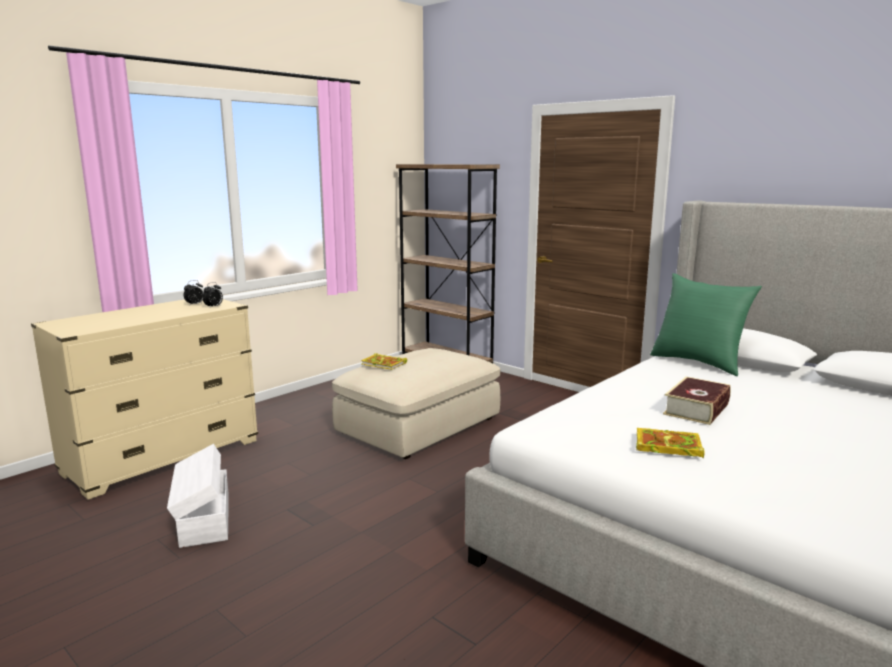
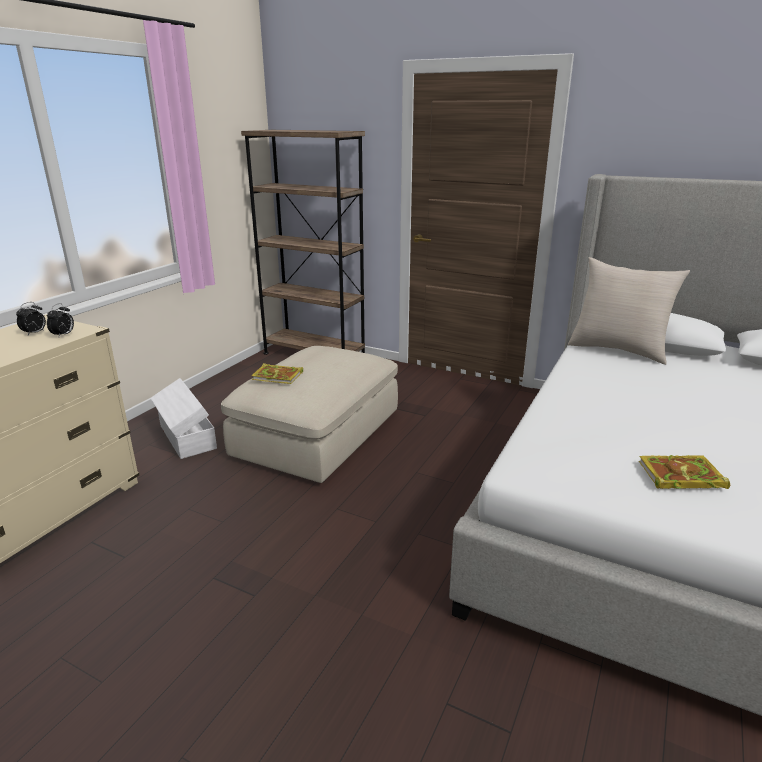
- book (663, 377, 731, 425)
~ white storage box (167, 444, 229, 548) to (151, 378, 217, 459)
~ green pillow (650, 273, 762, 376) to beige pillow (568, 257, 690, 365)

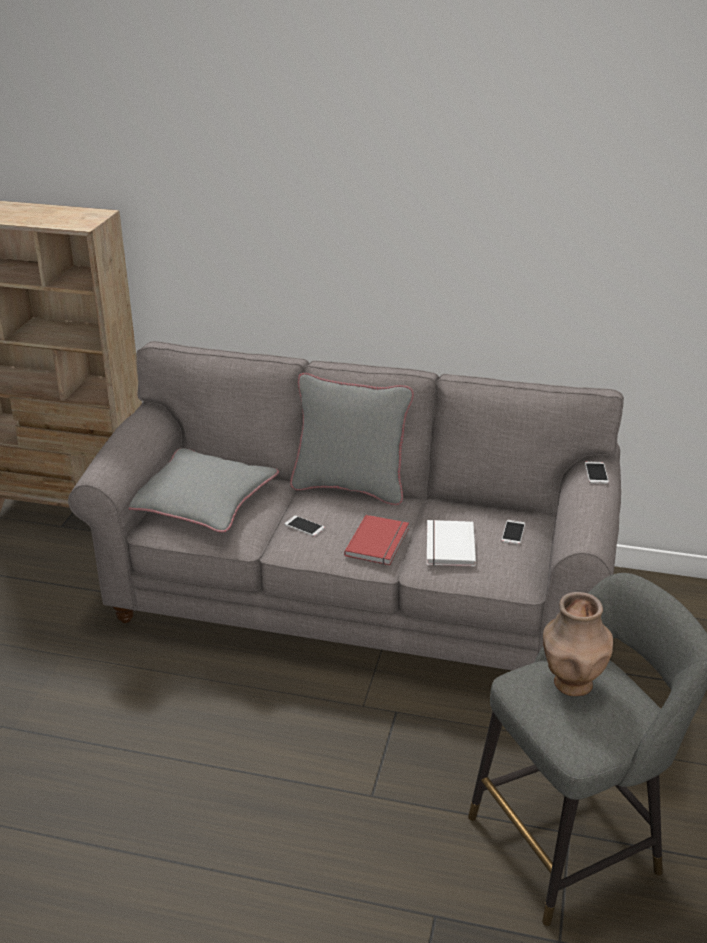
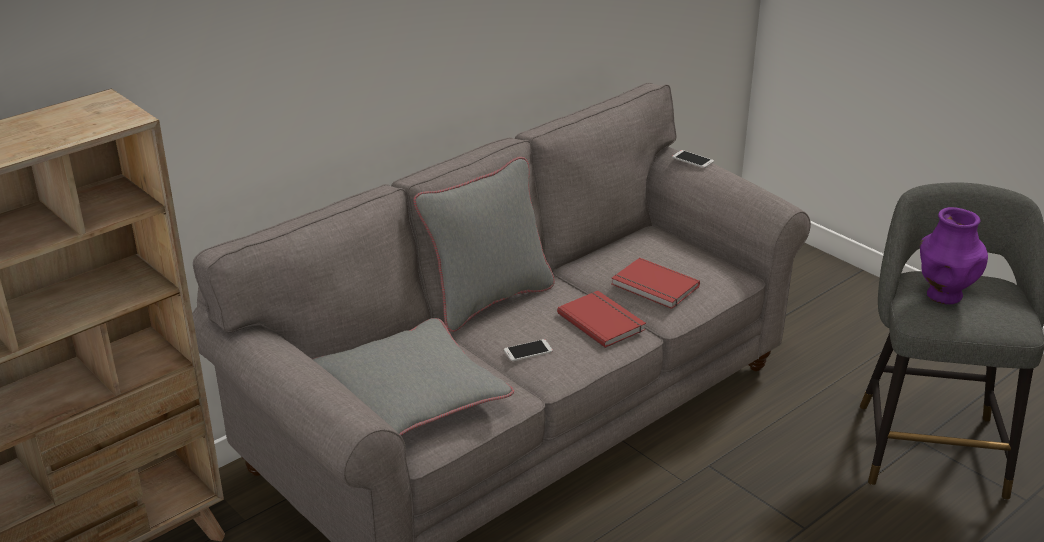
- phone (501, 520, 525, 545)
~ white book (427, 520, 476, 567) to red book (611, 258, 700, 309)
~ brown vase (543, 592, 613, 696) to purple vase (920, 207, 988, 304)

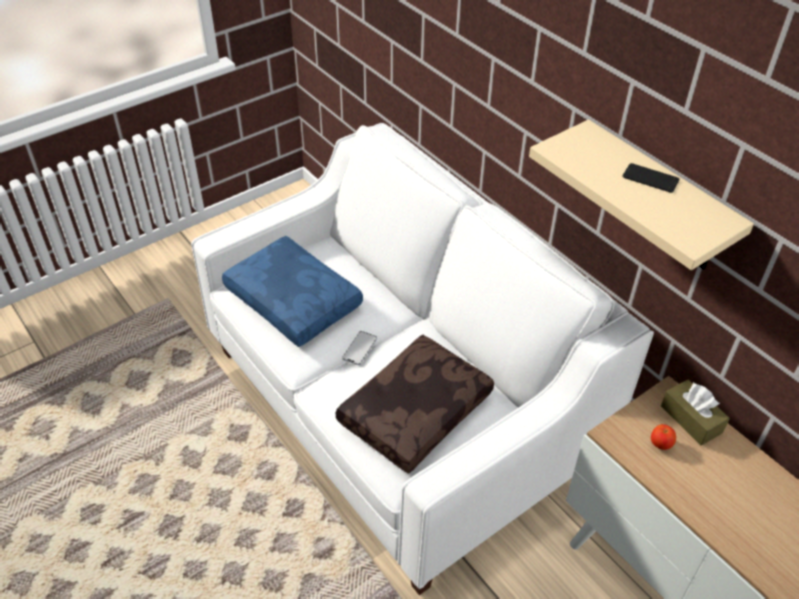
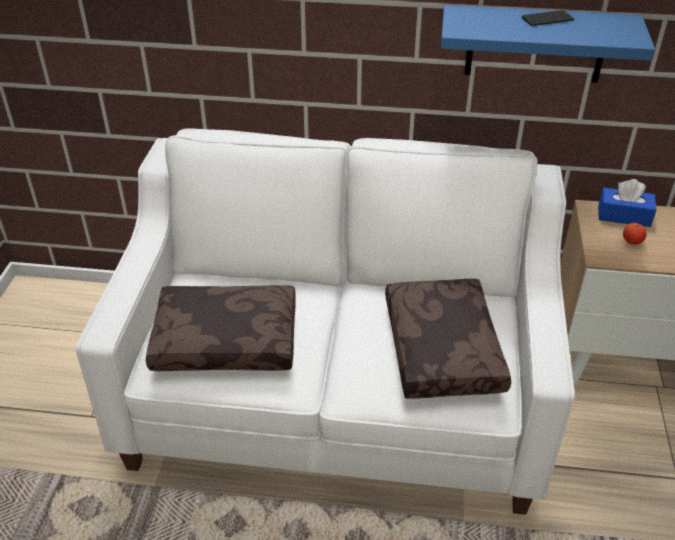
- phone (342, 331, 377, 365)
~ blue pillow (222, 236, 363, 347) to brown pillow (146, 285, 296, 371)
~ beige shelf (529, 119, 754, 270) to blue shelf (441, 5, 655, 83)
~ brown tissue box (661, 380, 730, 446) to blue tissue box (598, 179, 657, 227)

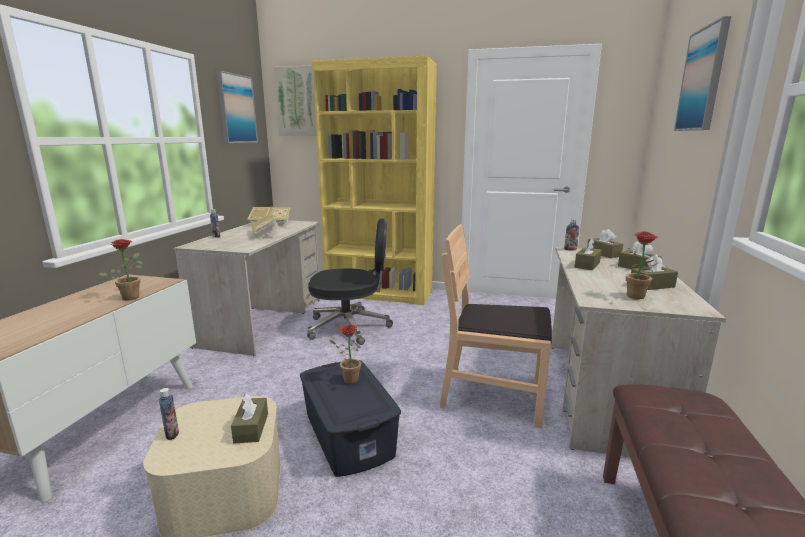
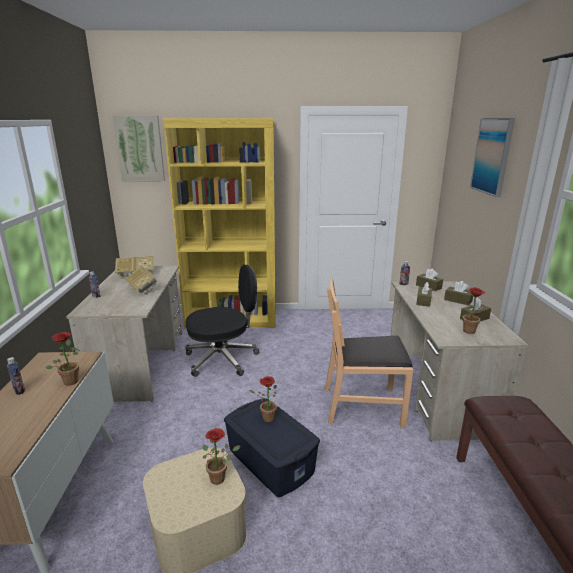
- picture (217, 70, 258, 143)
~ bottle (159, 388, 179, 440) to (7, 357, 25, 395)
~ brown tissue box (231, 393, 268, 443) to potted plant (203, 428, 240, 485)

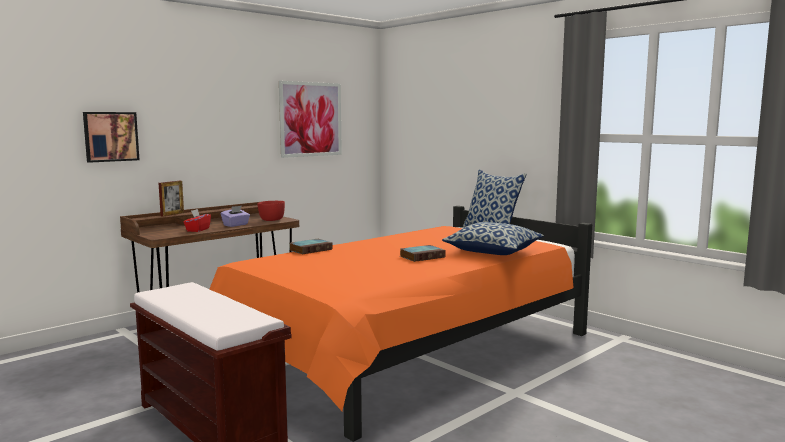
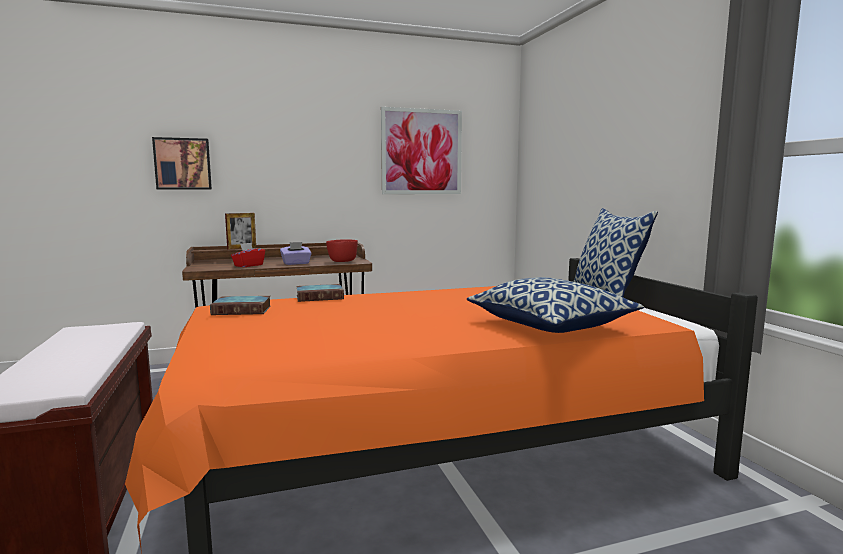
~ book (400, 245, 446, 262) to (210, 296, 271, 315)

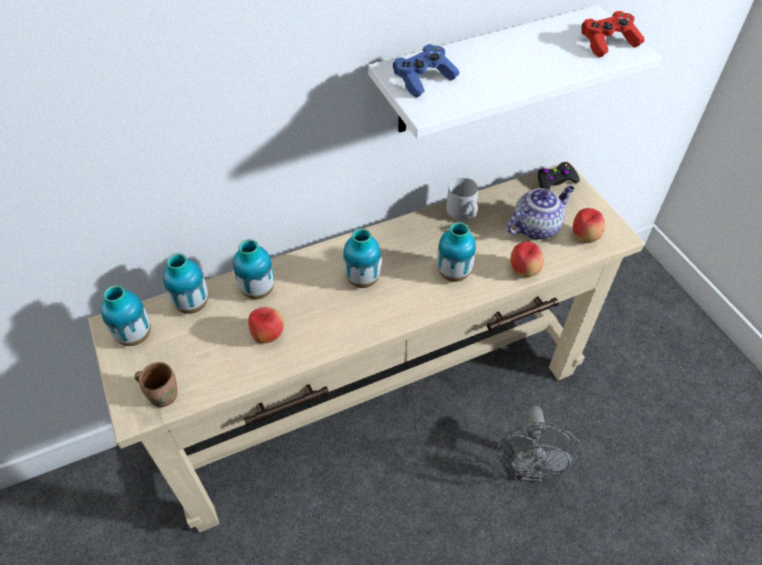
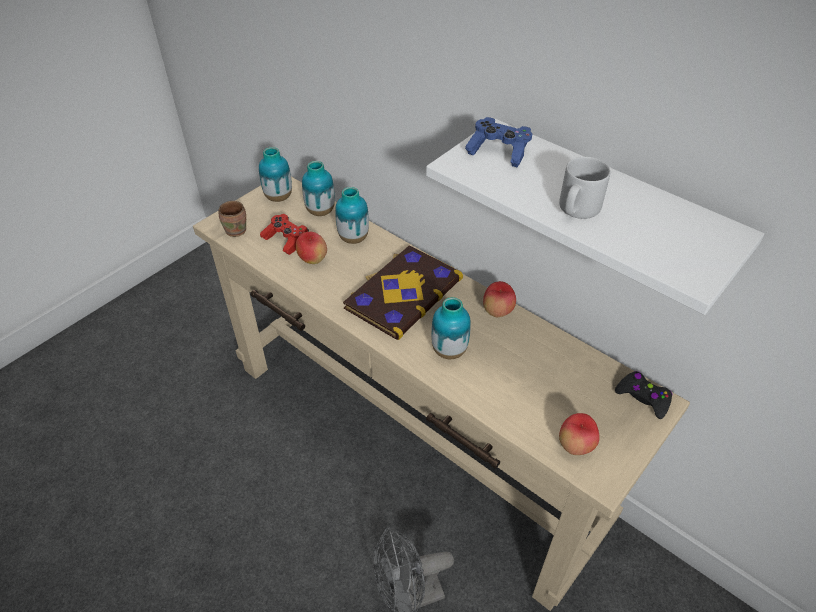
- teapot (507, 186, 574, 240)
~ grey mug (446, 178, 478, 220) to (559, 157, 610, 219)
~ apple (510, 242, 544, 278) to (483, 281, 516, 317)
~ red game controller (581, 11, 644, 58) to (260, 214, 309, 255)
~ vase (343, 228, 381, 288) to book (343, 245, 463, 340)

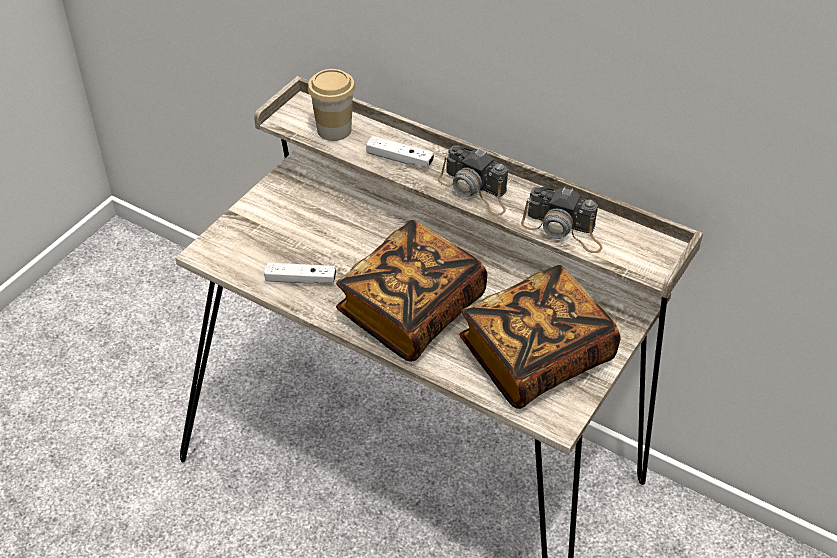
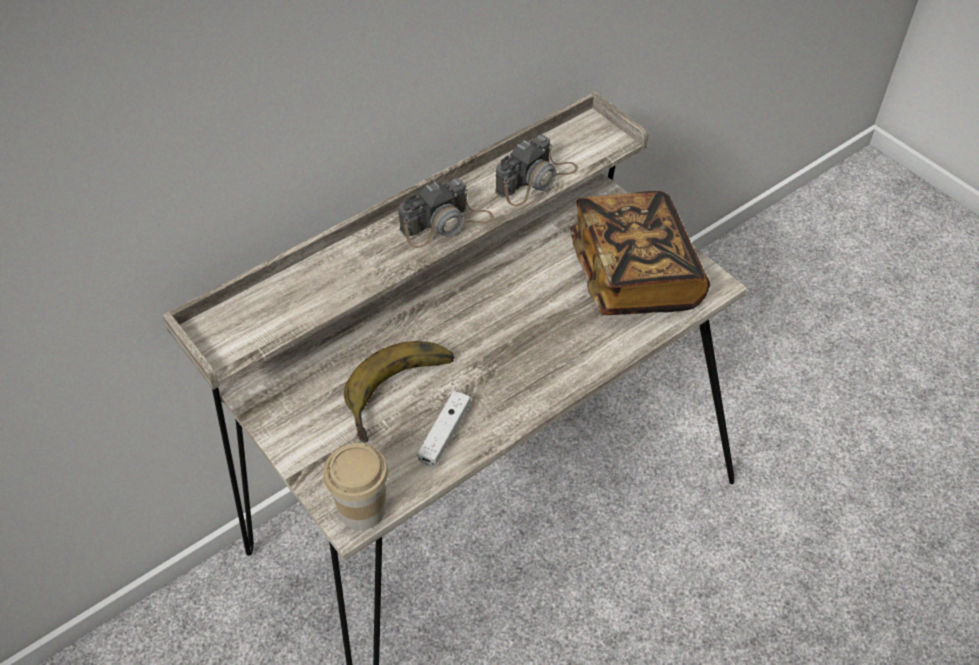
- book (336, 220, 487, 362)
- white game controller (366, 136, 434, 167)
+ banana (344, 341, 454, 443)
~ cup (308, 69, 355, 141) to (324, 443, 388, 530)

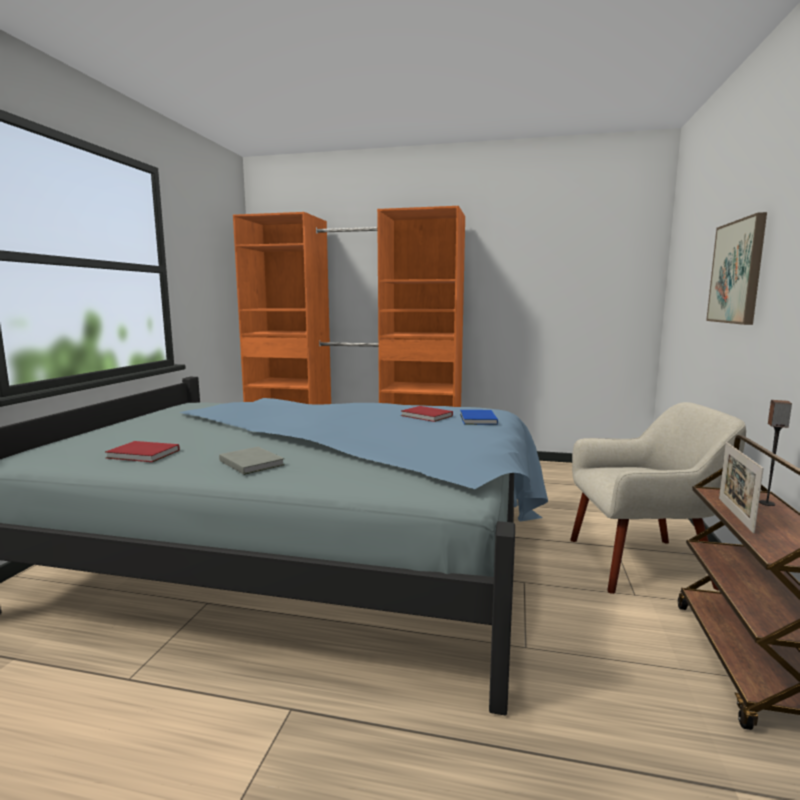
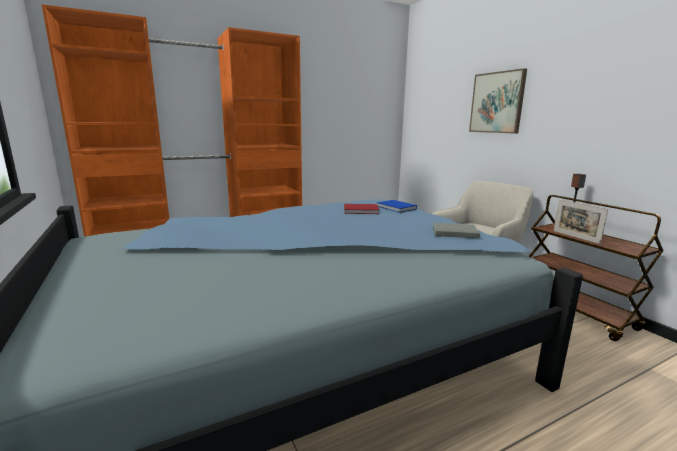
- red book (105, 441, 180, 462)
~ grey book (219, 447, 285, 475) to (433, 223, 480, 239)

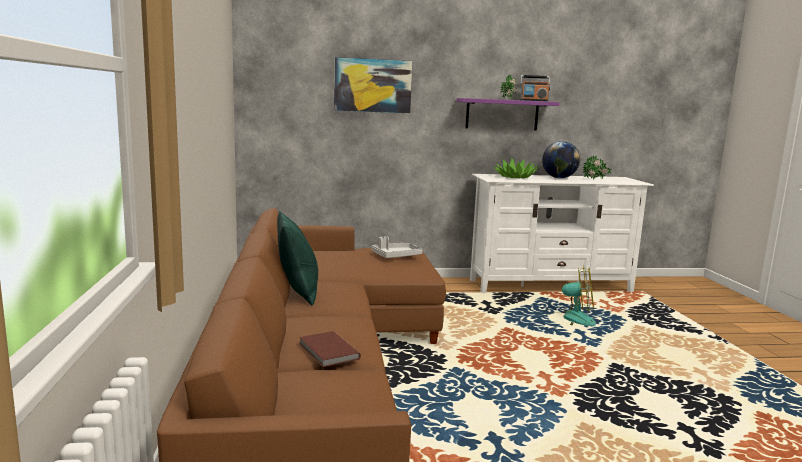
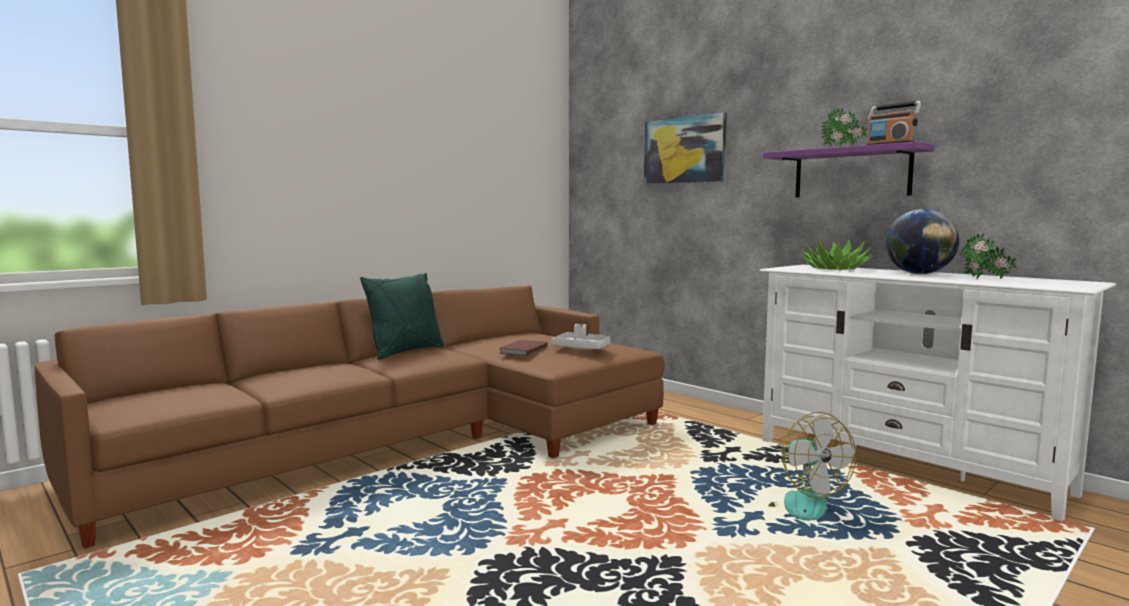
~ brown book (299, 331, 361, 367) to (499, 340, 548, 356)

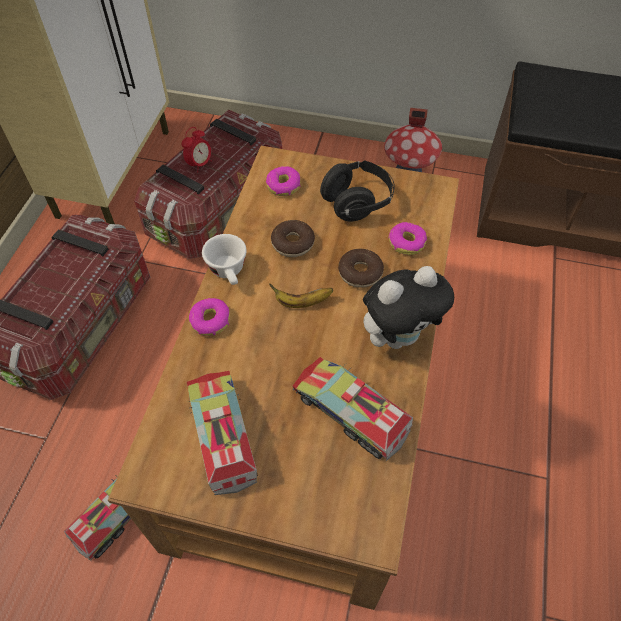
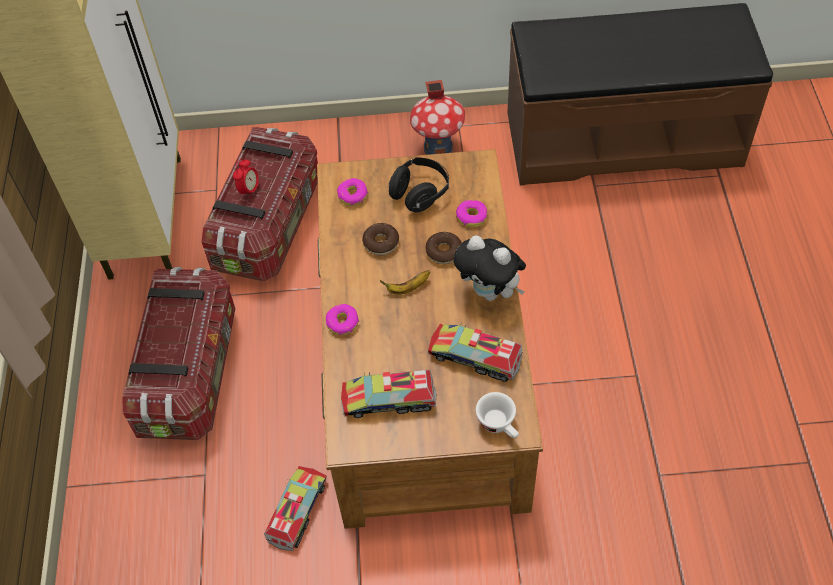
~ white cup (202, 234, 247, 285) to (476, 392, 519, 438)
~ toy truck (187, 371, 258, 495) = (341, 370, 436, 418) 60 degrees counterclockwise
~ plush toy (363, 266, 454, 349) = (454, 235, 526, 301) 75 degrees clockwise

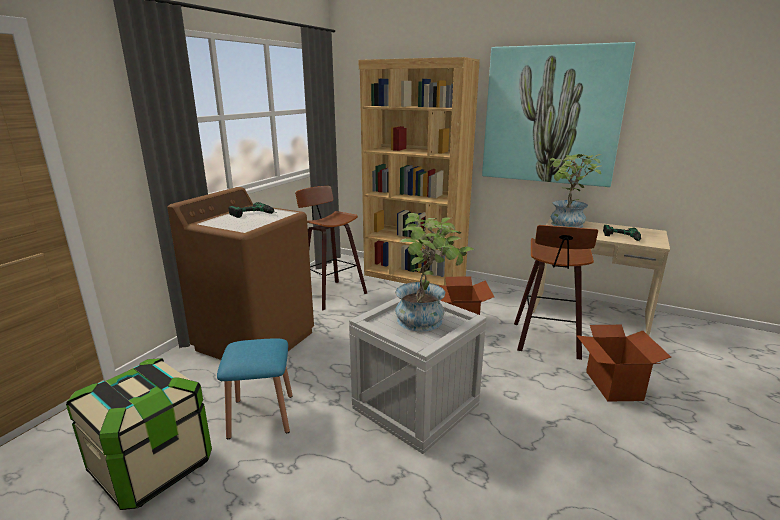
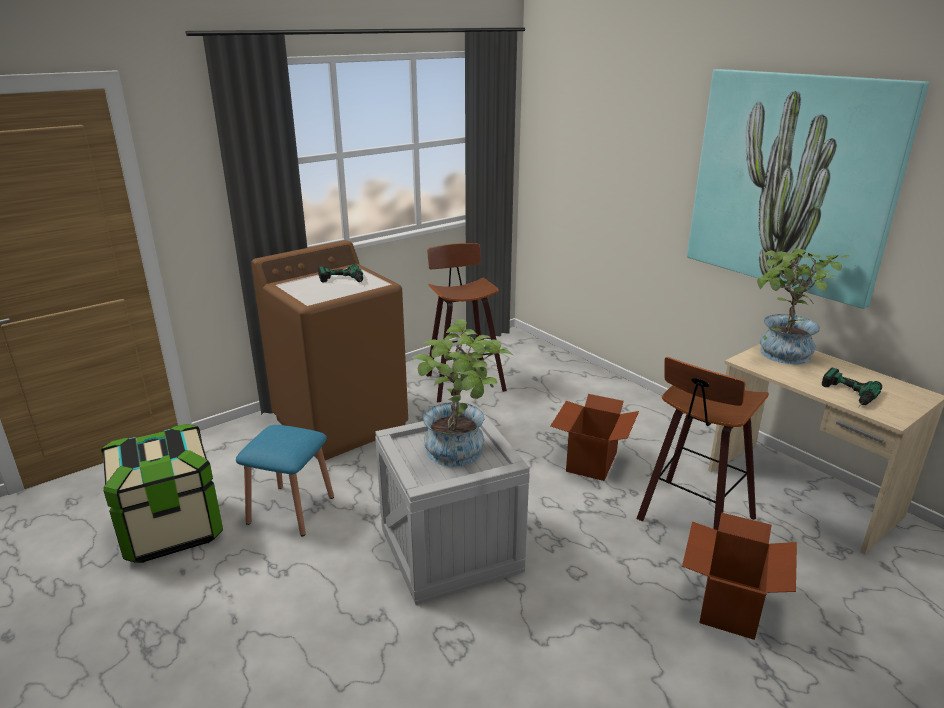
- brown bookcase (359, 57, 480, 286)

